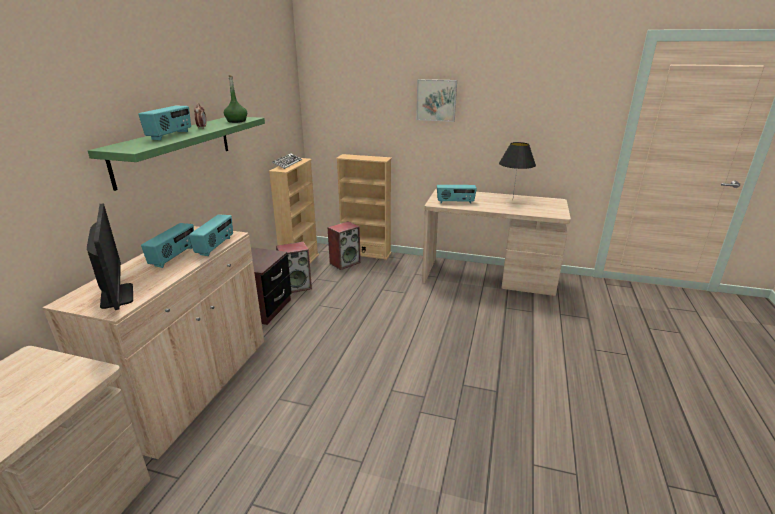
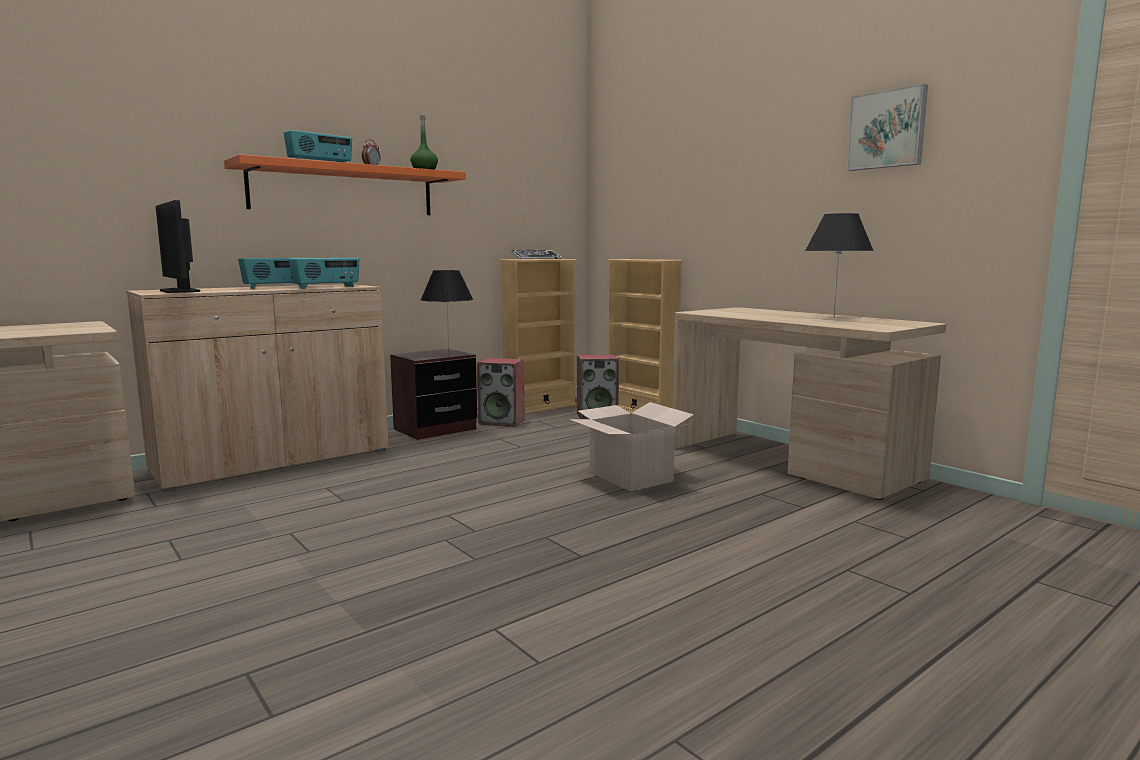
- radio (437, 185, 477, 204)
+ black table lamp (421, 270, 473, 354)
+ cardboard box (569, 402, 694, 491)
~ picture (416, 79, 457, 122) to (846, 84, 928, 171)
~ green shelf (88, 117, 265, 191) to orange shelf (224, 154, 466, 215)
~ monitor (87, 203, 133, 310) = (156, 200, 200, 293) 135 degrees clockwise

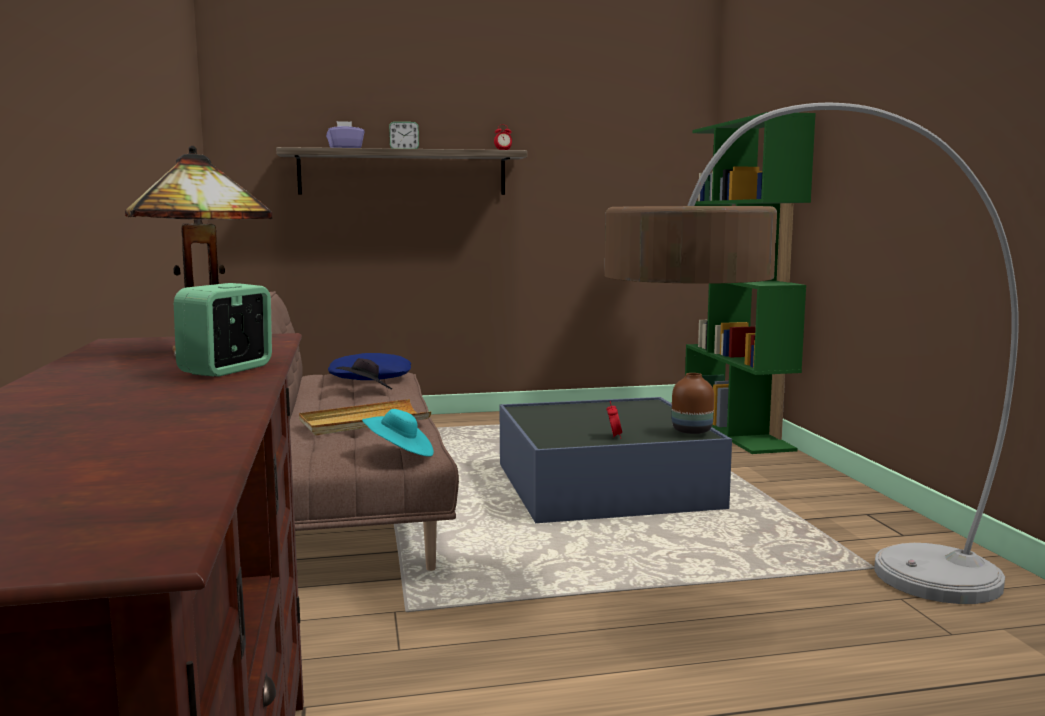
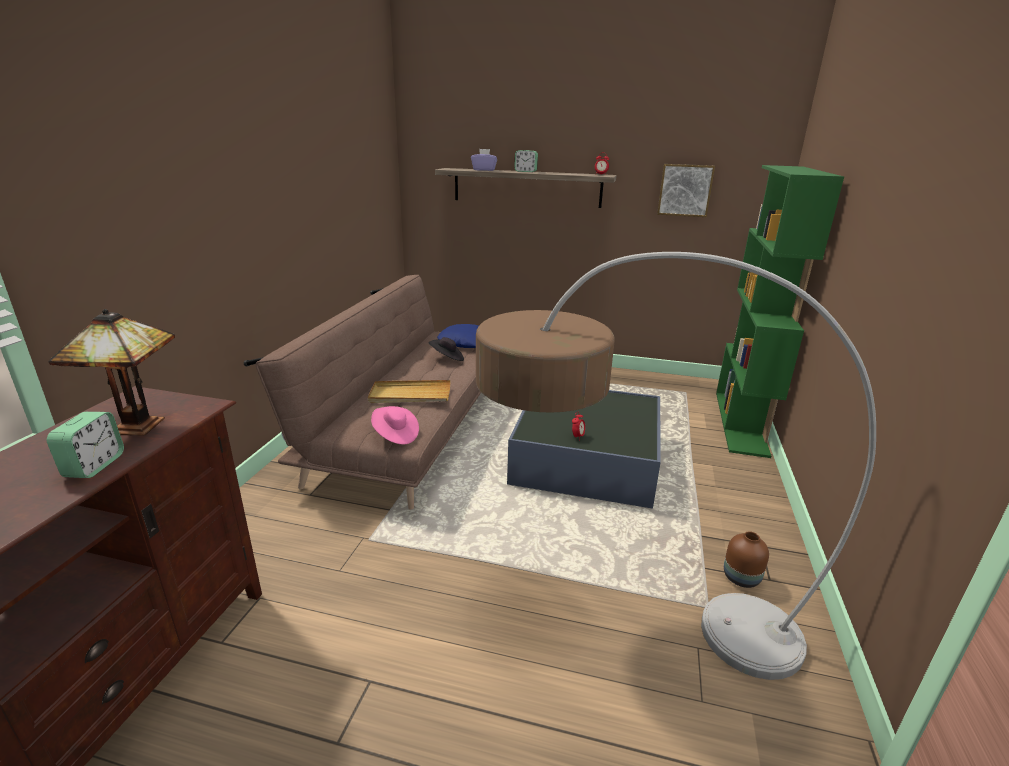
+ picture (657, 164, 715, 217)
~ brown vase (672, 373, 714, 434) to (724, 531, 769, 588)
~ turquoise hat (362, 409, 434, 457) to pink hat (371, 406, 419, 444)
~ alarm clock (174, 283, 272, 377) = (47, 412, 124, 478) 135 degrees clockwise

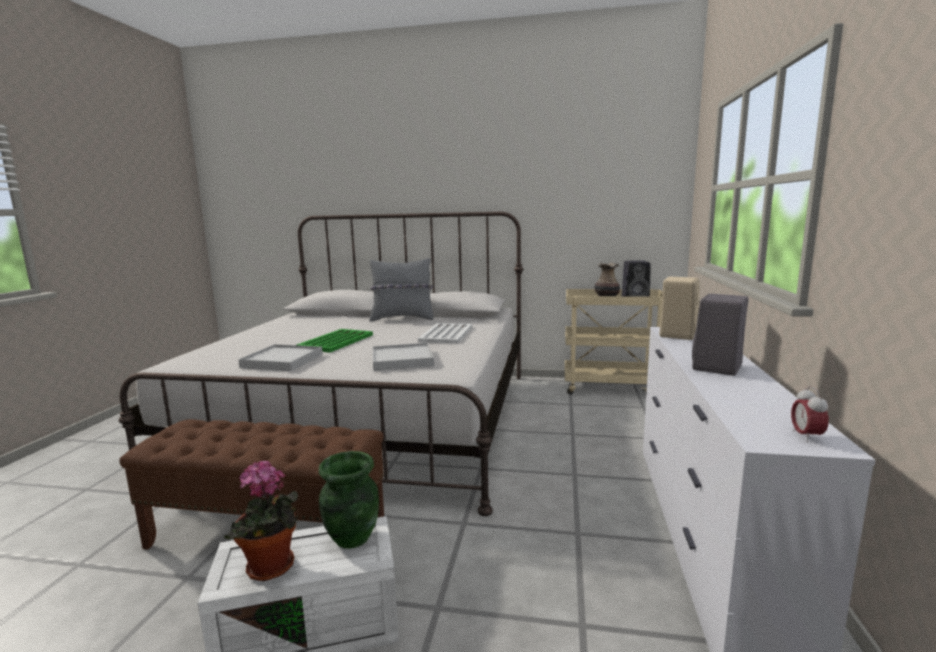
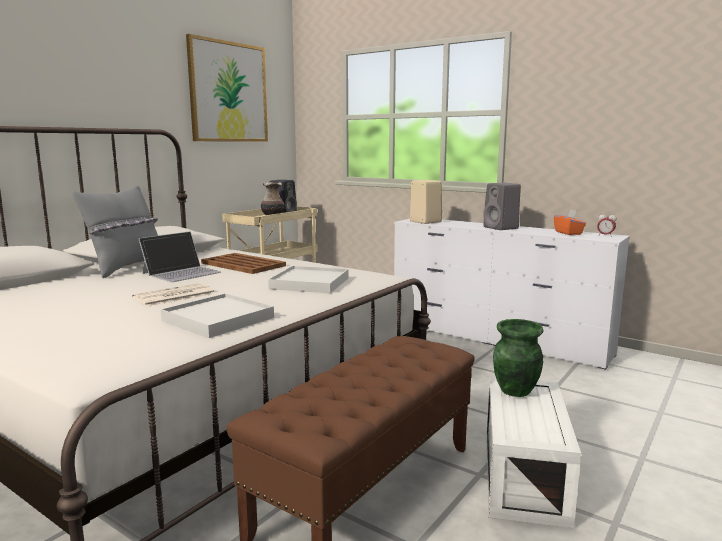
- potted plant (224, 460, 298, 581)
+ laptop (138, 231, 221, 282)
+ picture (186, 34, 268, 142)
+ orange tissue box (554, 209, 586, 235)
~ green tray (297, 329, 373, 352) to newspaper (132, 283, 216, 307)
~ white tray (418, 323, 472, 344) to brown tray (201, 253, 286, 274)

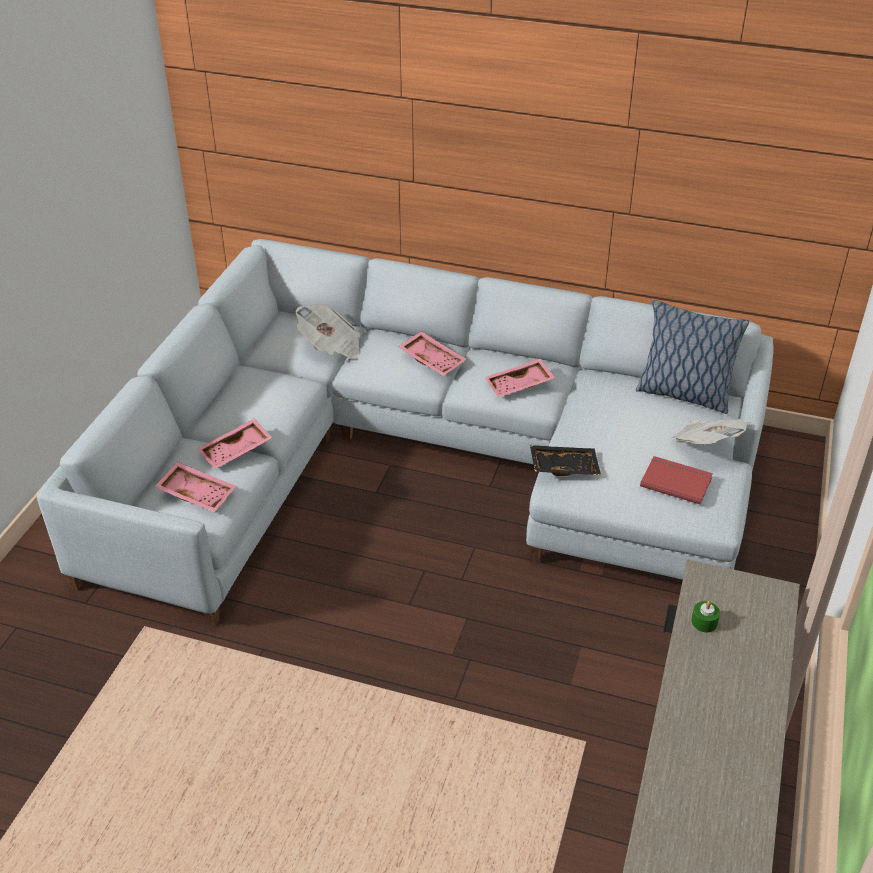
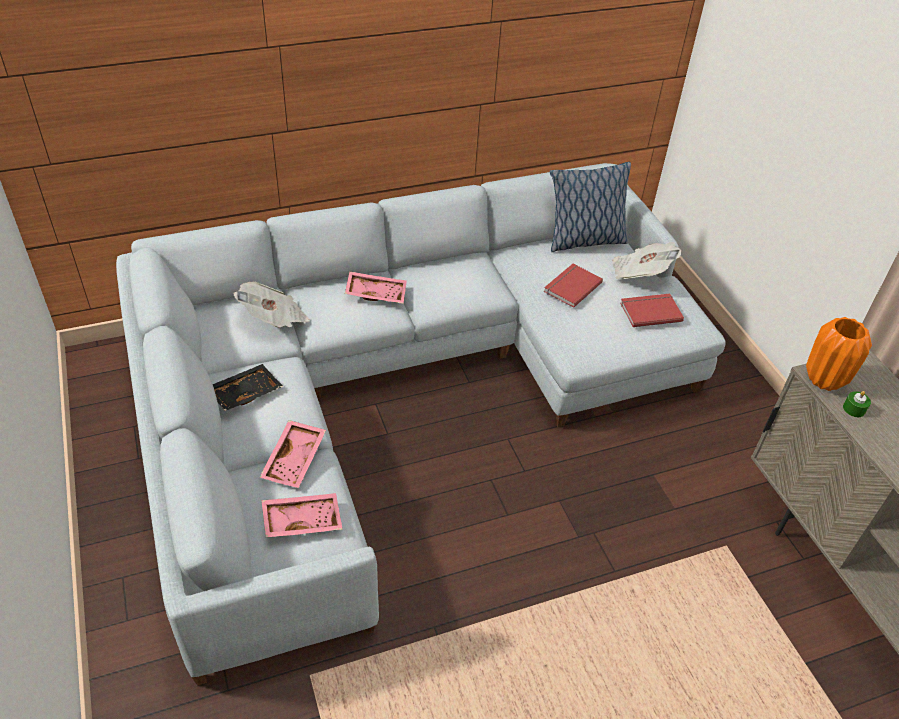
- pink tray (484, 359, 555, 397)
+ red book (544, 264, 603, 308)
+ orange vase (806, 317, 872, 391)
~ black tray (530, 445, 601, 476) to (213, 364, 283, 411)

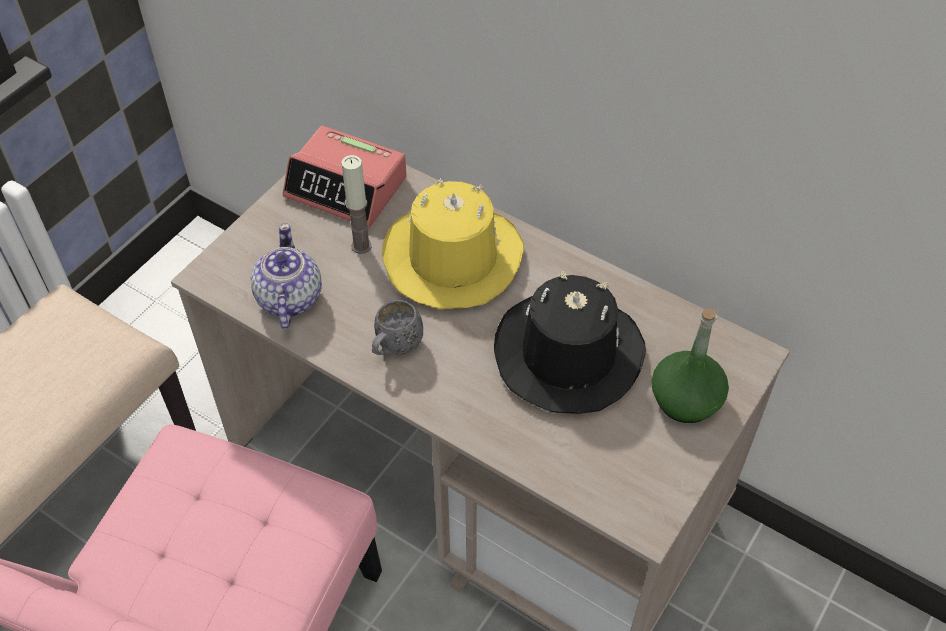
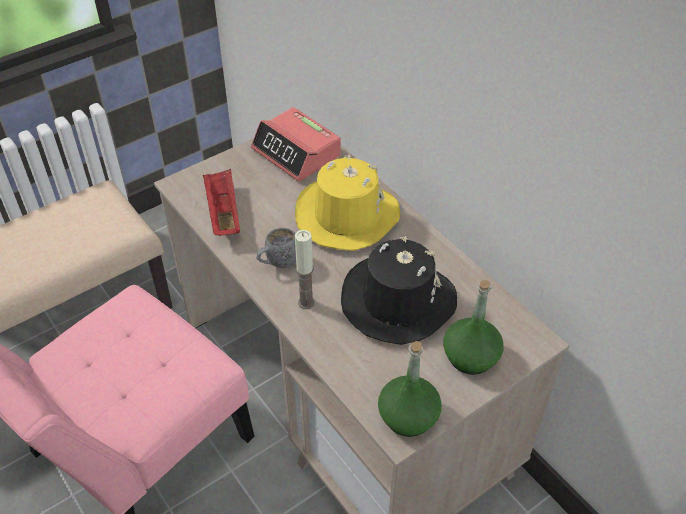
+ green bottle (378, 341, 442, 437)
~ candle (341, 155, 372, 254) to (295, 230, 315, 309)
~ teapot (251, 223, 322, 329) to red tray (203, 168, 240, 236)

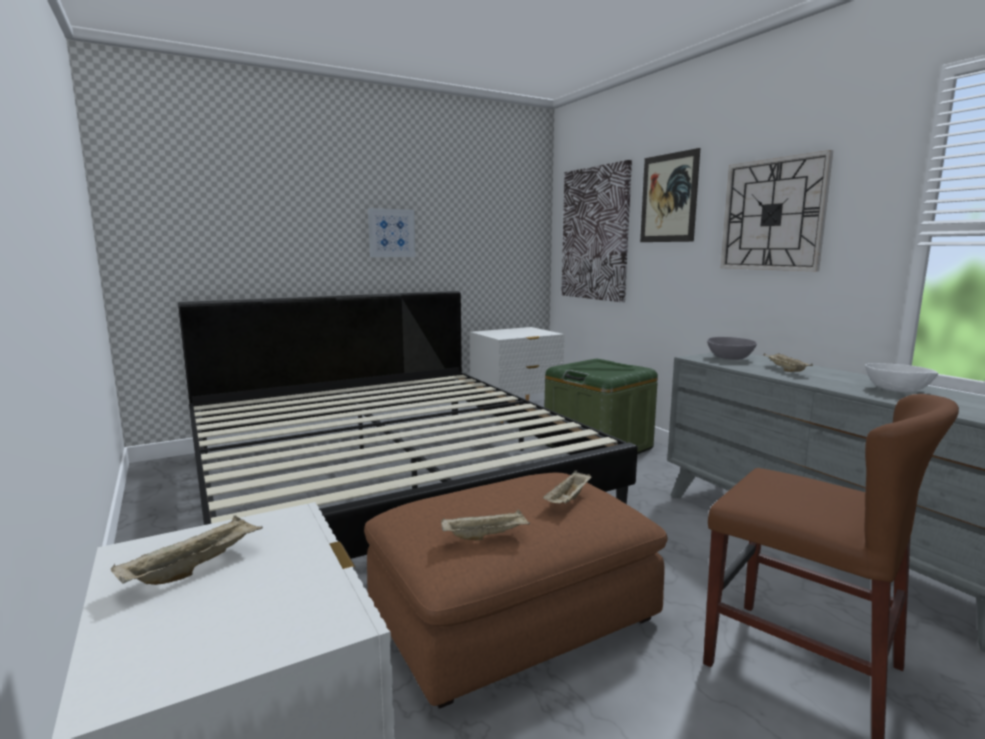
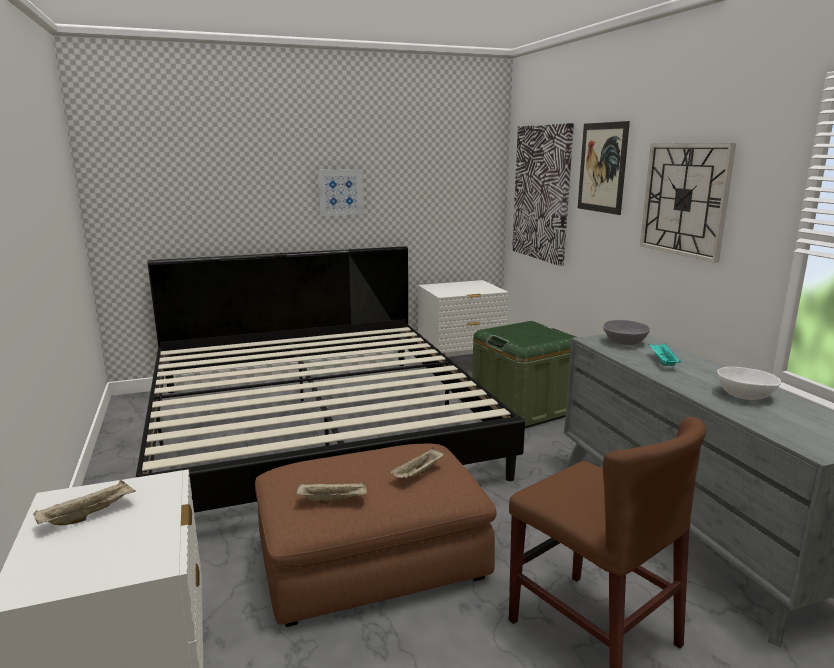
~ beige tray (764, 353, 813, 372) to turquoise tray (649, 344, 681, 366)

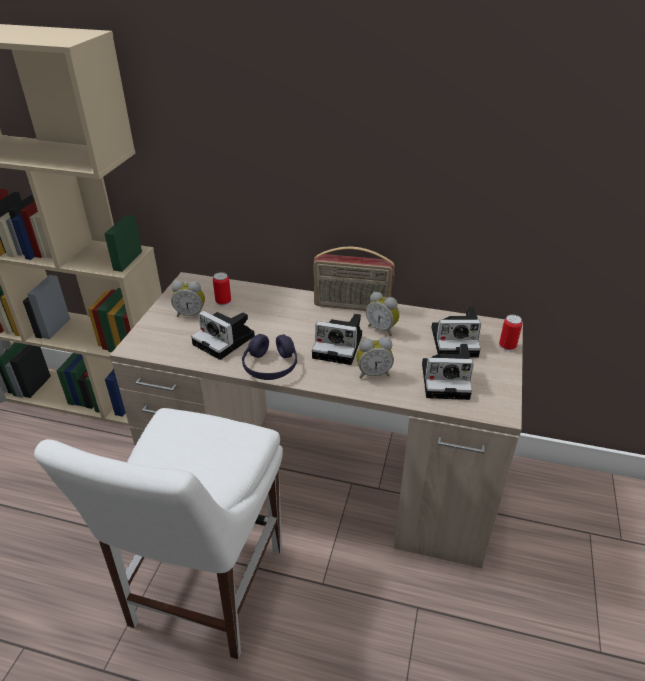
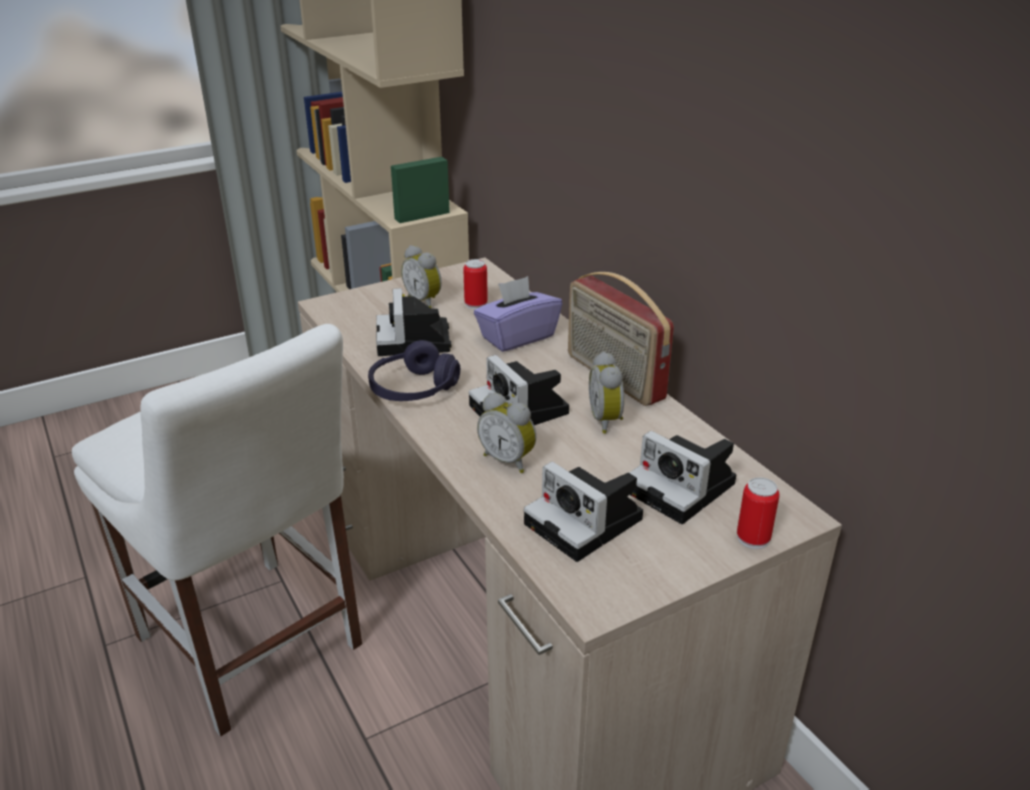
+ purple tissue box (474, 276, 562, 352)
~ white chair (34, 408, 283, 659) = (72, 324, 362, 736) 105 degrees counterclockwise

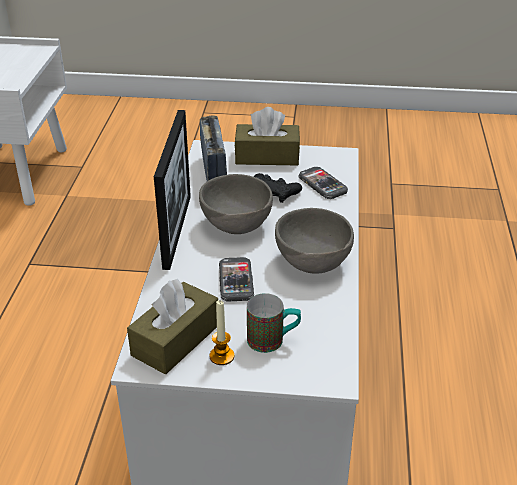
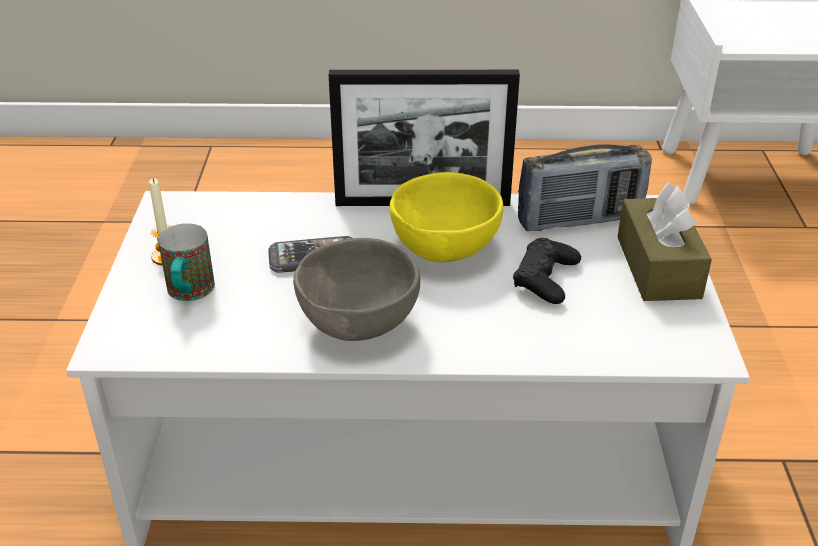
- brown tissue box (127, 279, 218, 374)
- phone (298, 167, 348, 199)
~ grey bowl (199, 174, 273, 234) to yellow bowl (390, 172, 503, 262)

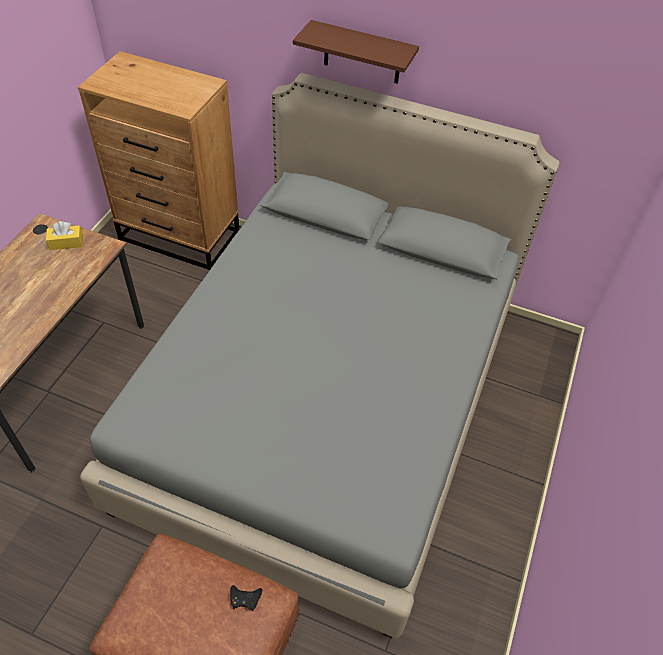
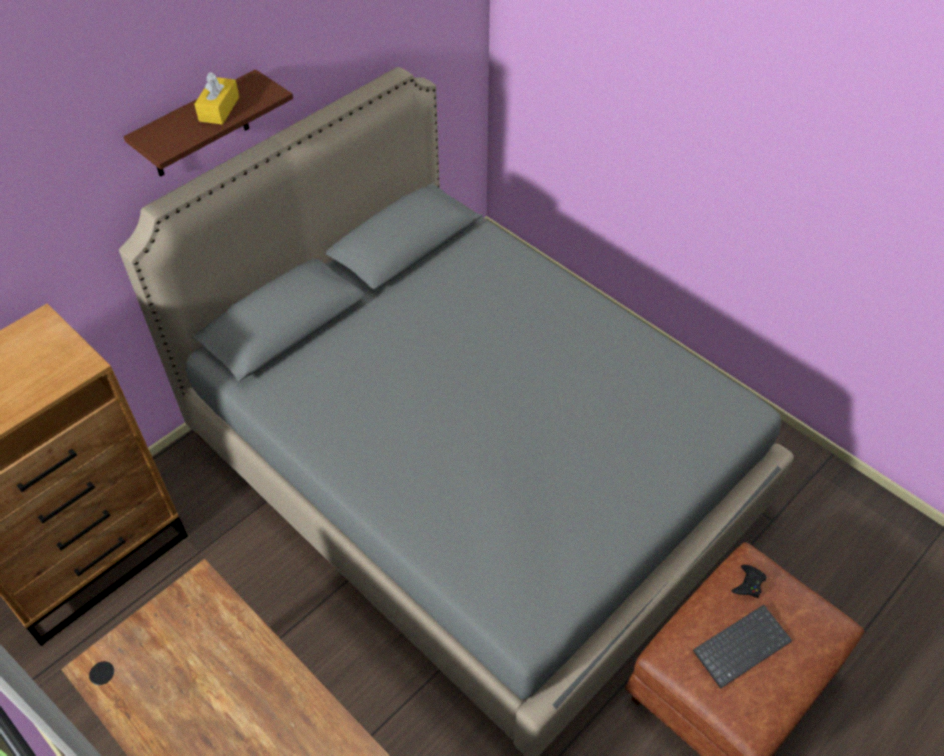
+ keyboard (693, 605, 792, 689)
~ yellow tissue box (46, 221, 83, 250) to (194, 72, 239, 125)

